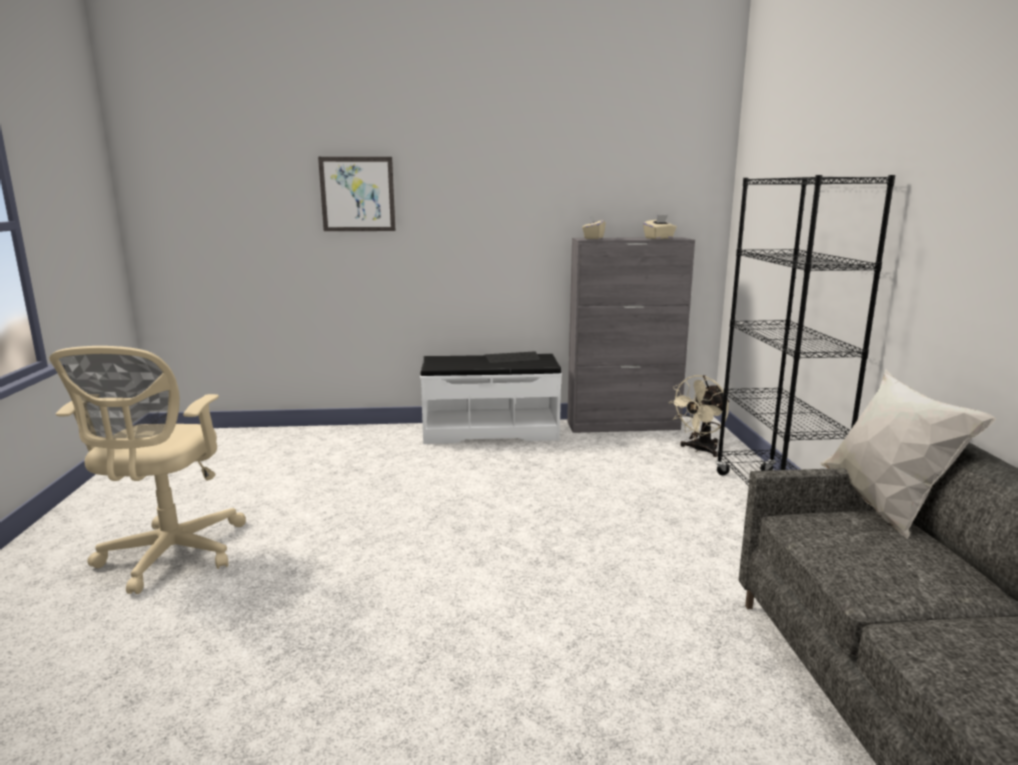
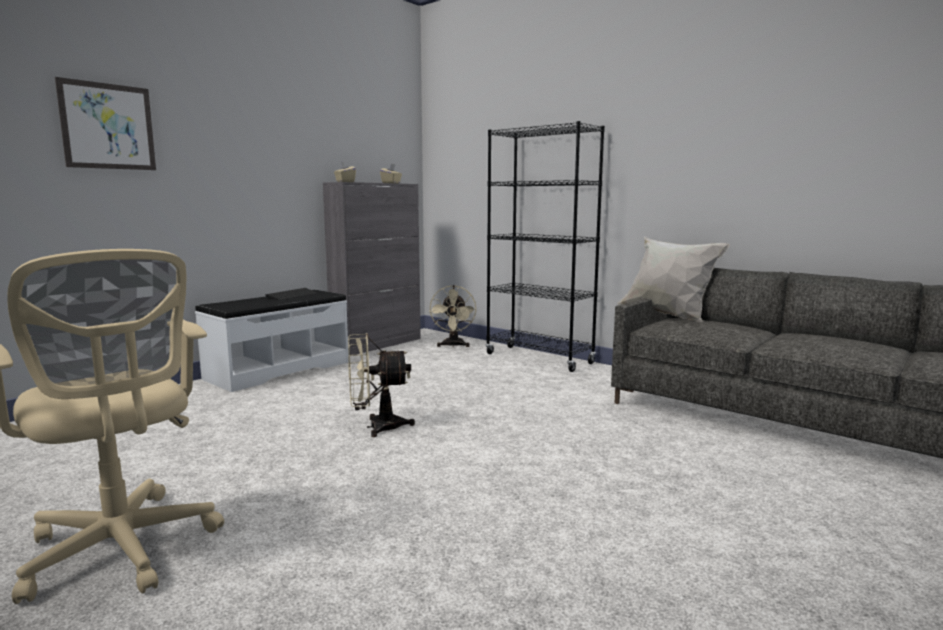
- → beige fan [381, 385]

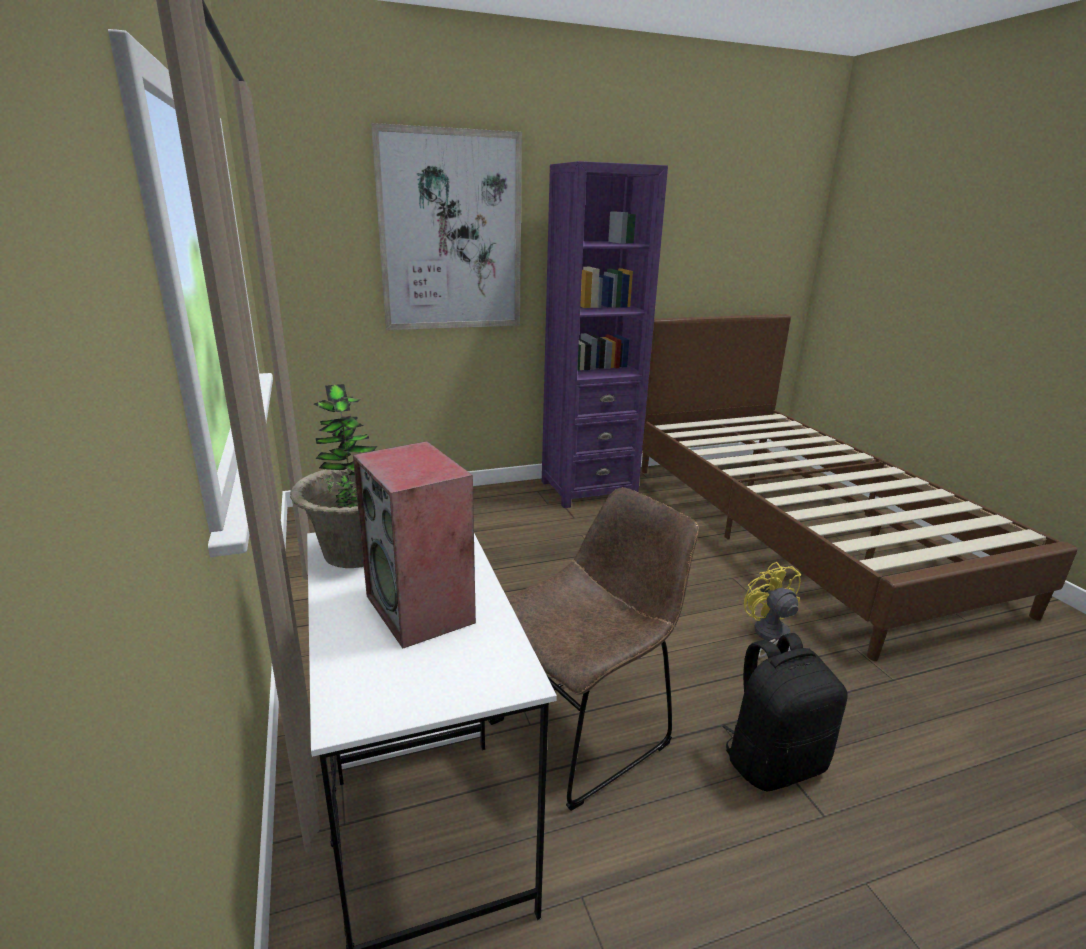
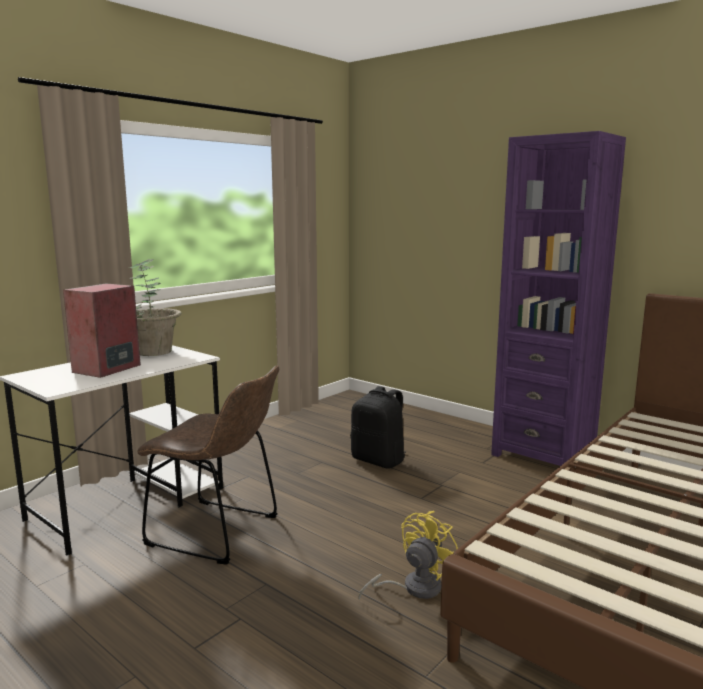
picture [446, 226] → -
black backpack [785, 712] → black backpack [378, 427], moved

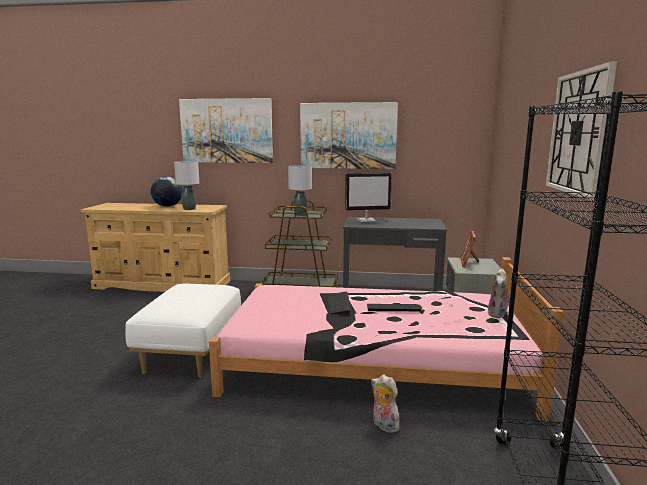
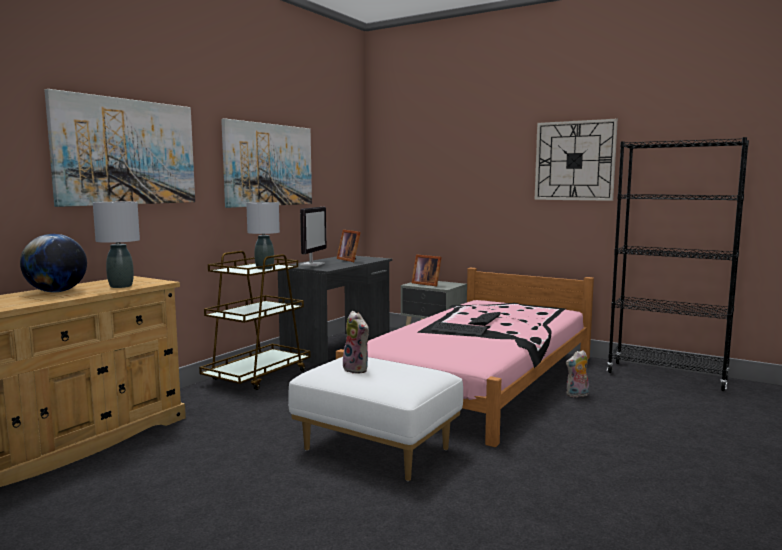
plush toy [499, 293] → plush toy [356, 342], moved
- → picture frame [348, 246]

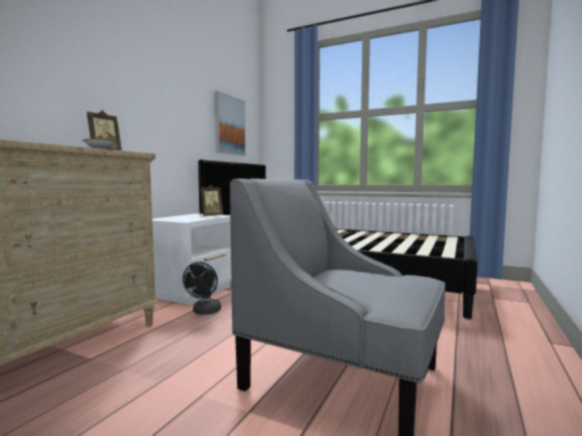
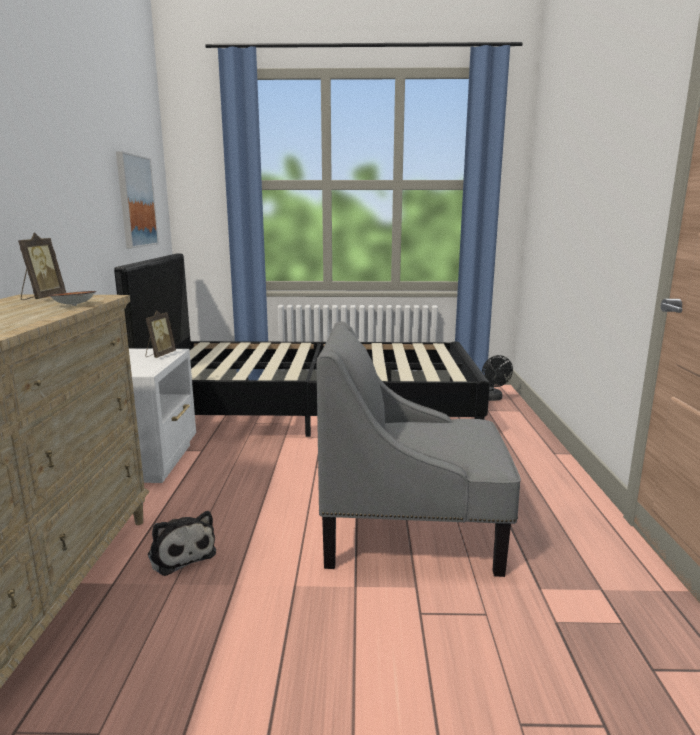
black fan [202, 288] → black fan [497, 378], moved
- → plush toy [182, 543]

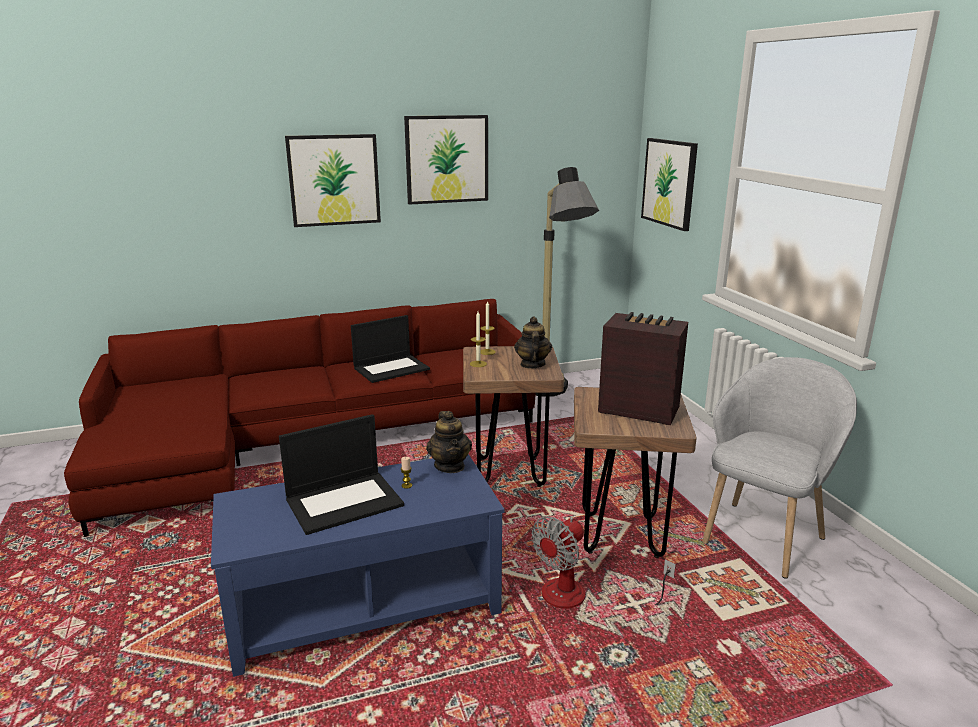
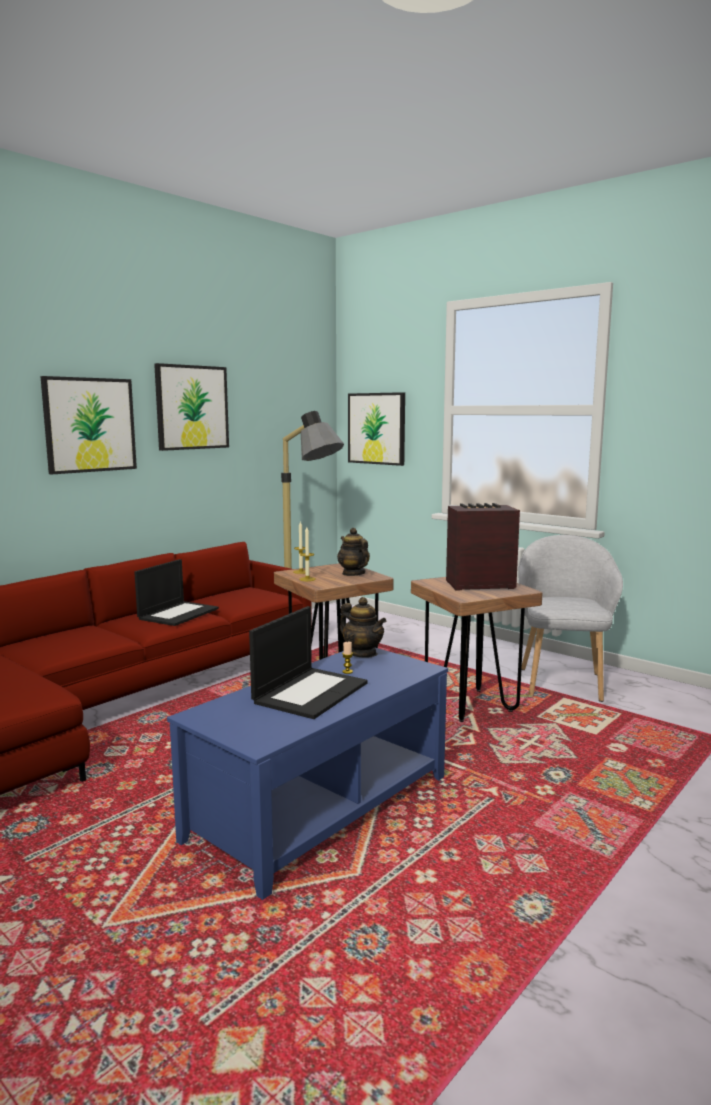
fan [603, 563] → -

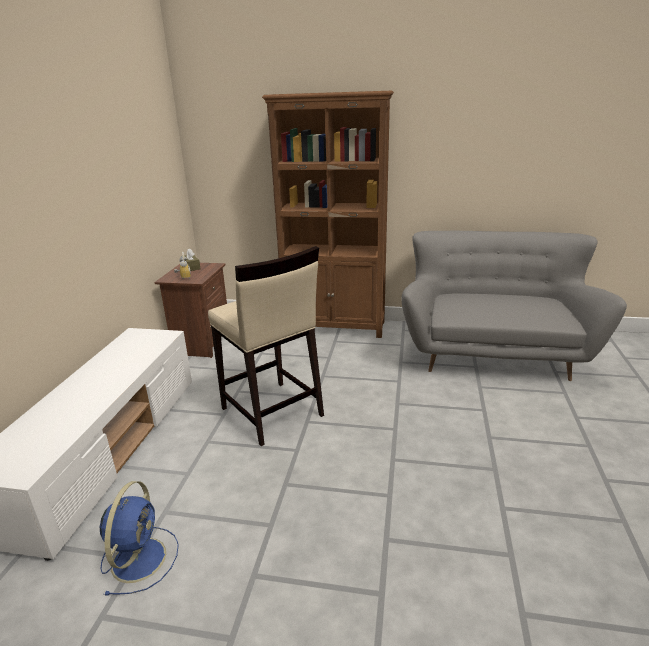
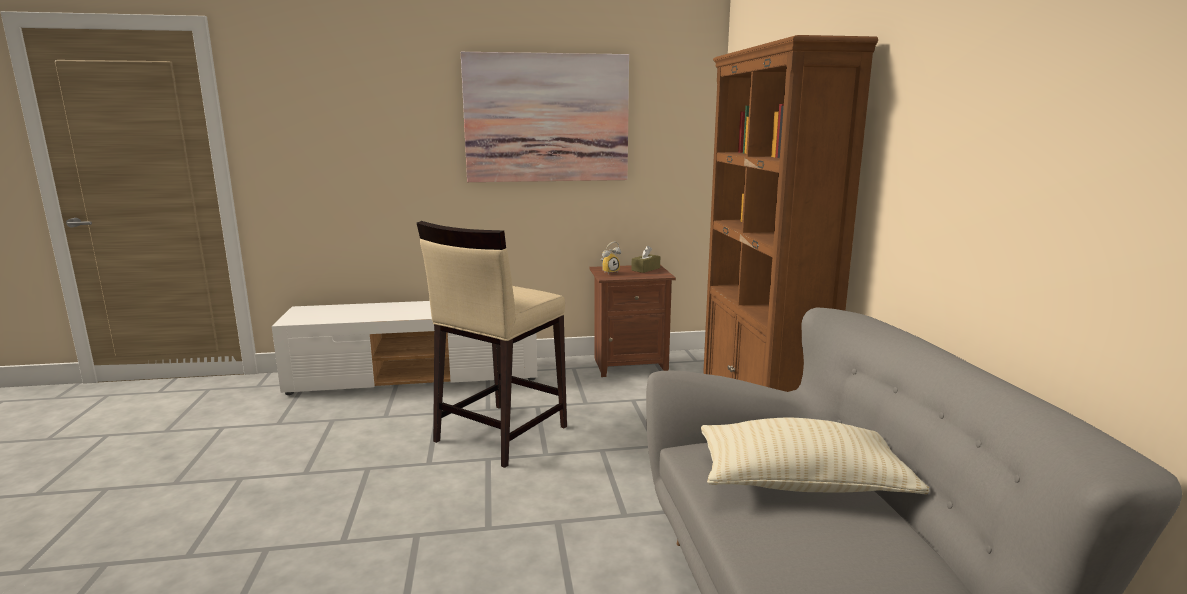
blue fan [139, 538] → -
- → picture [545, 117]
- → beige pillow [815, 455]

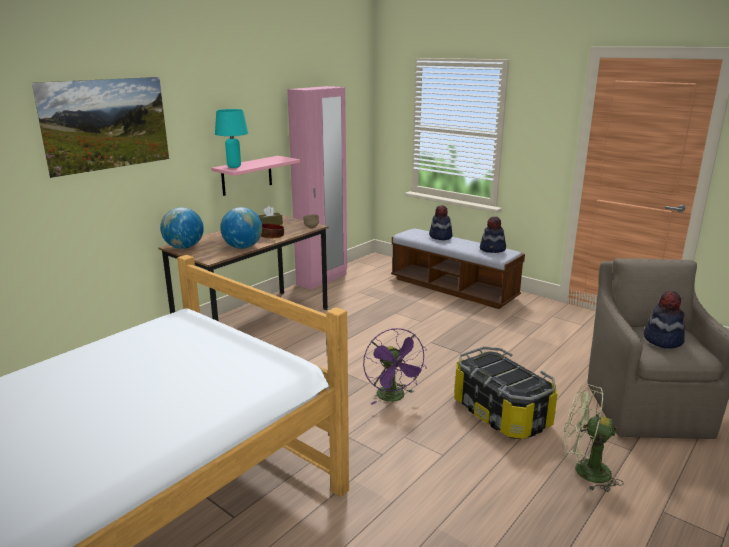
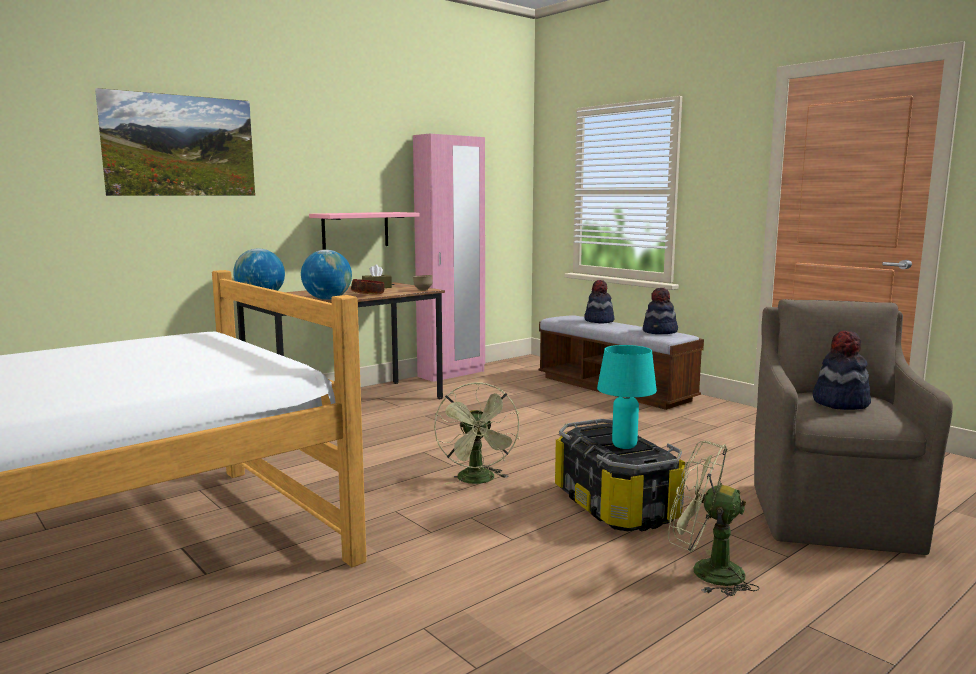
turquoise table lamp [231, 138] → turquoise table lamp [627, 397], moved
purple fan [395, 366] → green fan [477, 433]

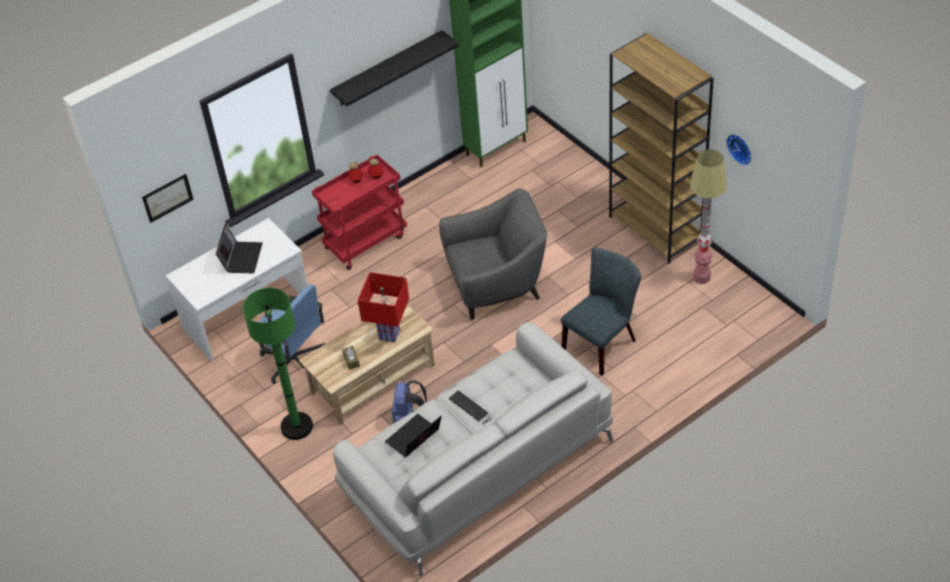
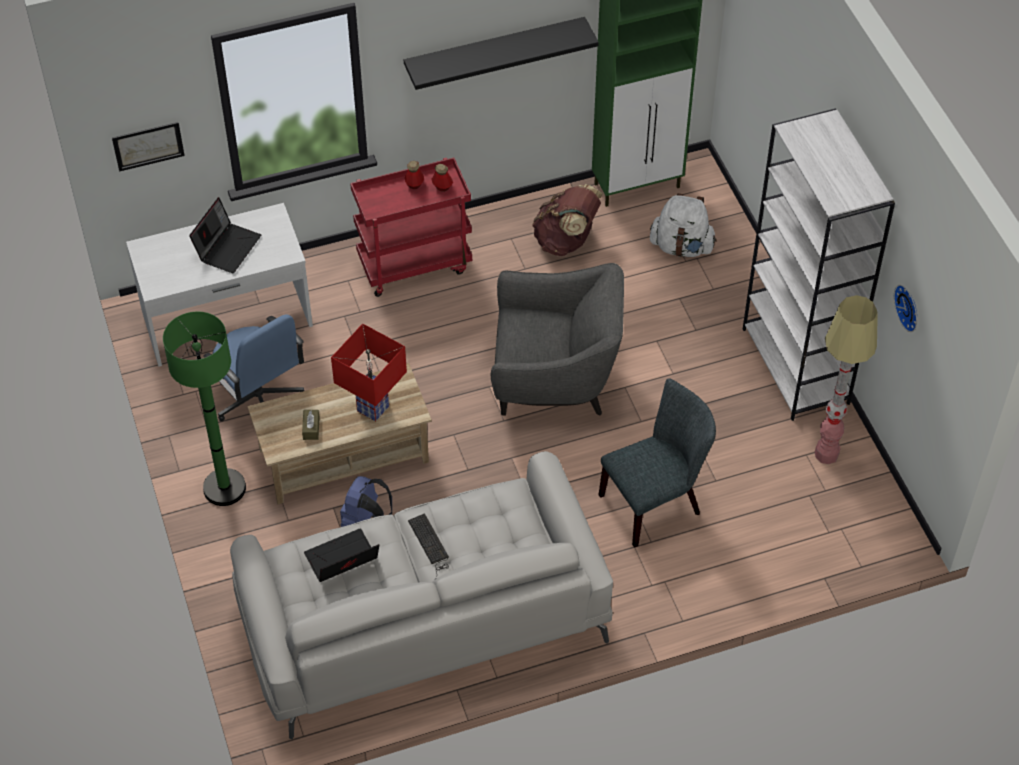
brown bookcase [661, 148] → white bookcase [819, 264]
- → brown backpack [567, 220]
- → white backpack [683, 225]

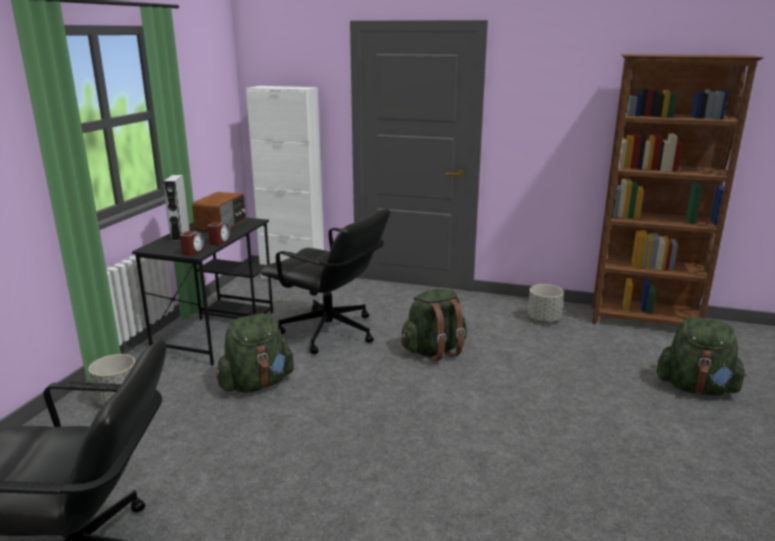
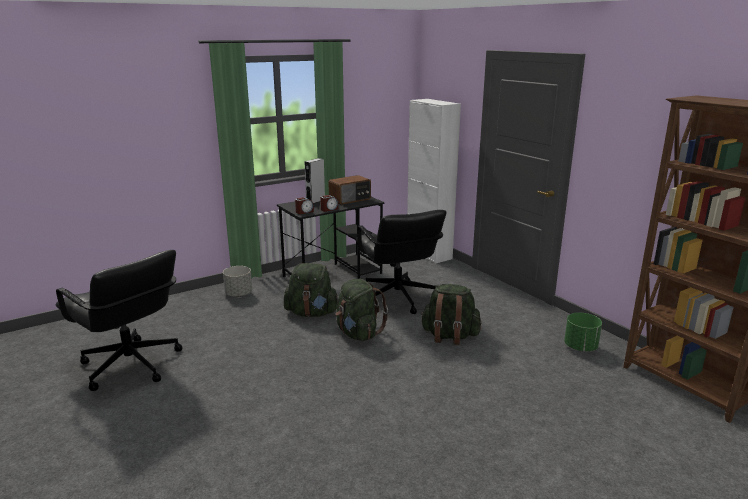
grey planter [546, 303] → green planter [583, 332]
green backpack [702, 356] → green backpack [361, 310], moved

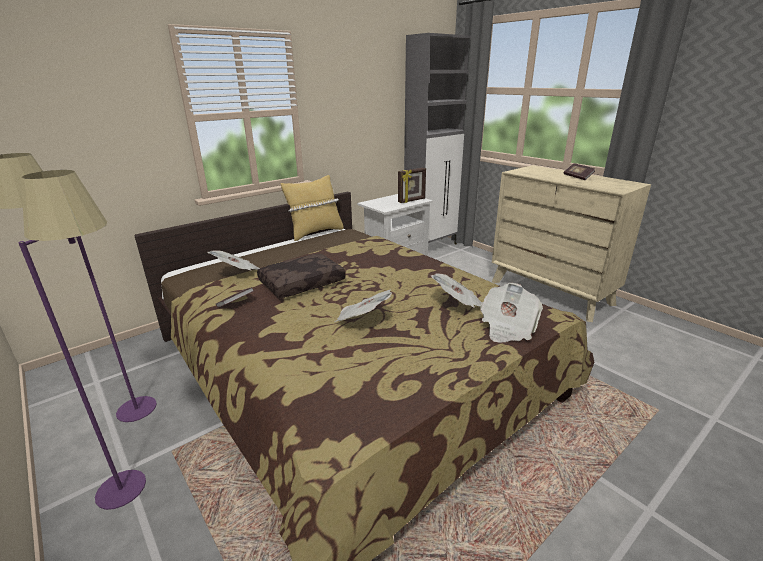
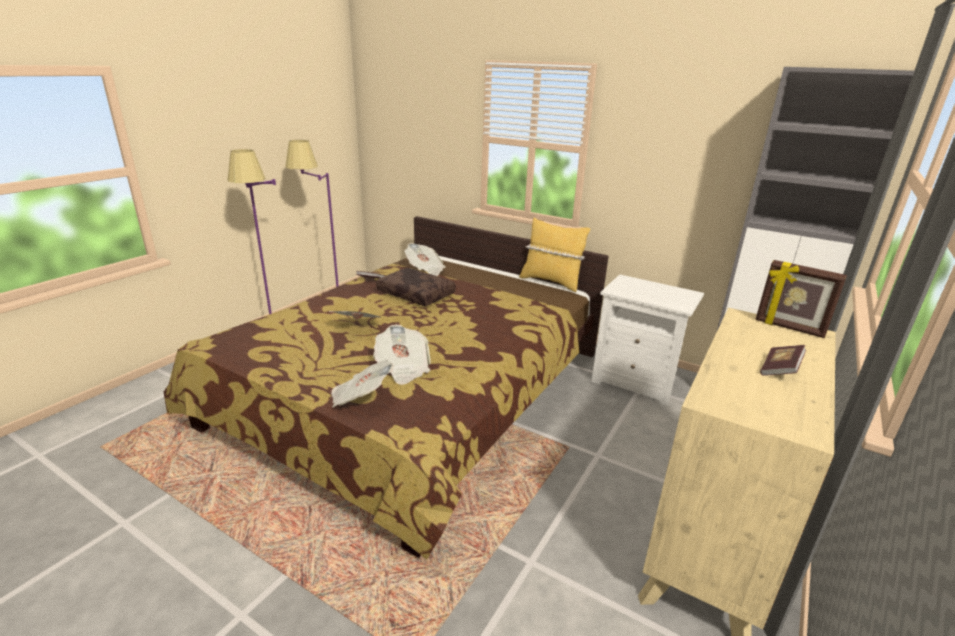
picture frame [412, 185] → picture frame [801, 299], moved

